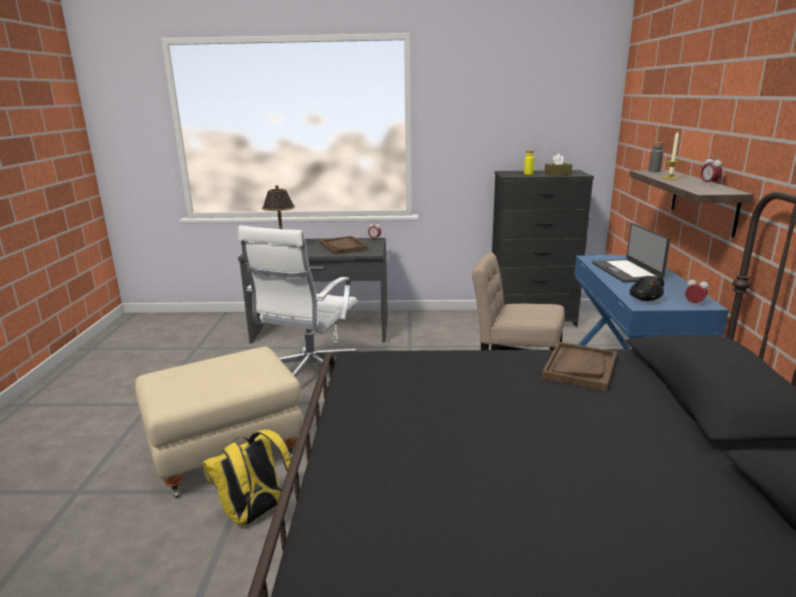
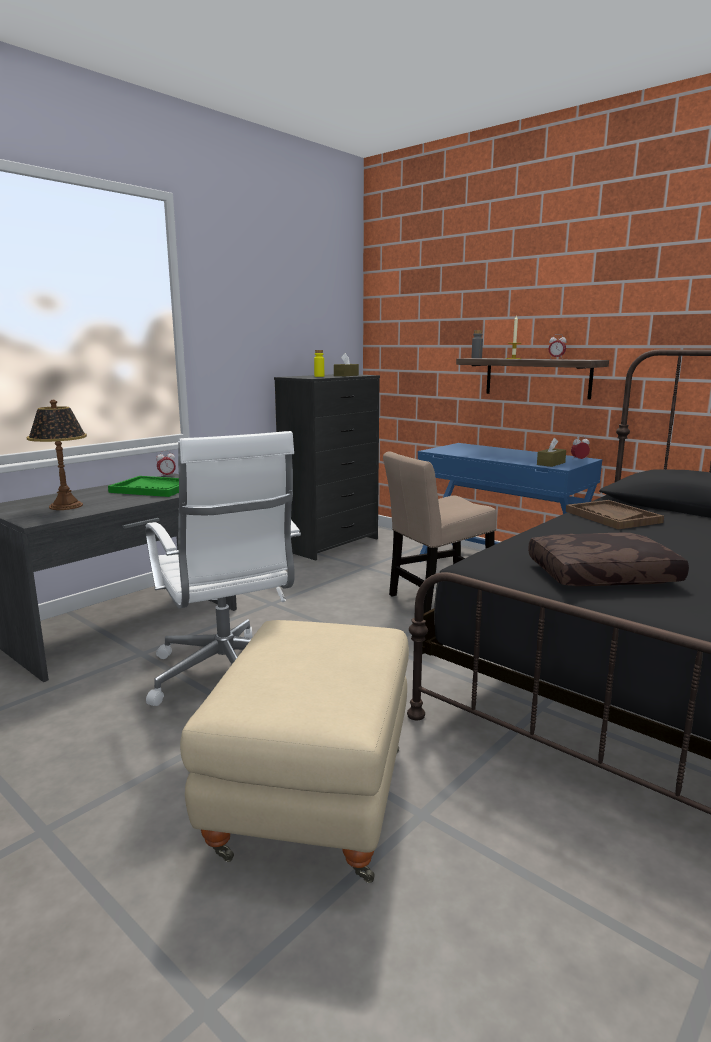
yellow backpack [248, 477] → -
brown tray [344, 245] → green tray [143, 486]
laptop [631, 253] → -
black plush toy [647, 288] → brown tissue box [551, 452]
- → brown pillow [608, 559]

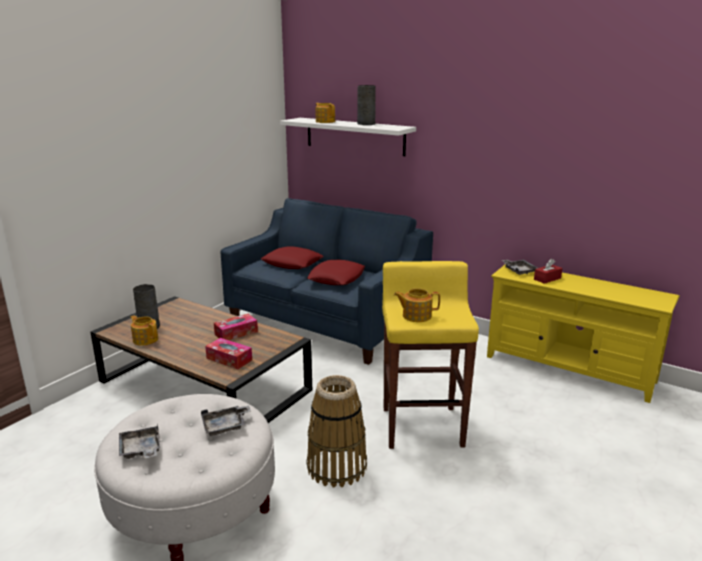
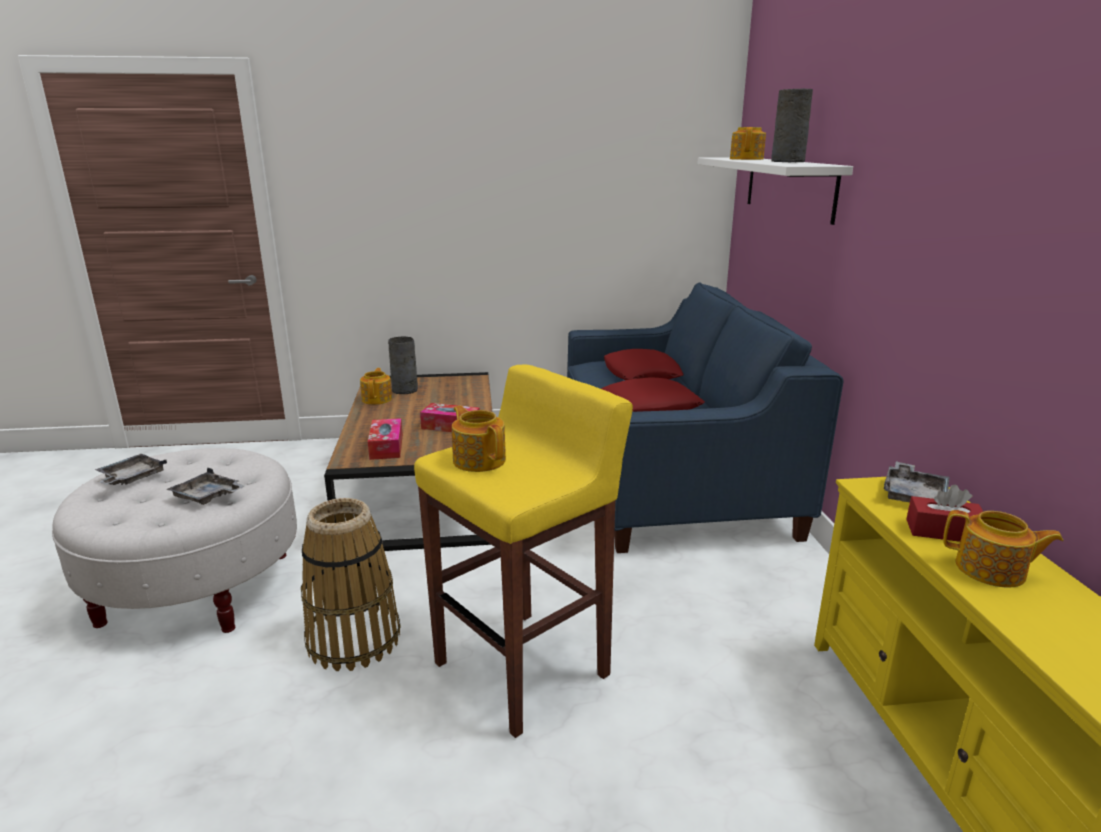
- → teapot [1003, 549]

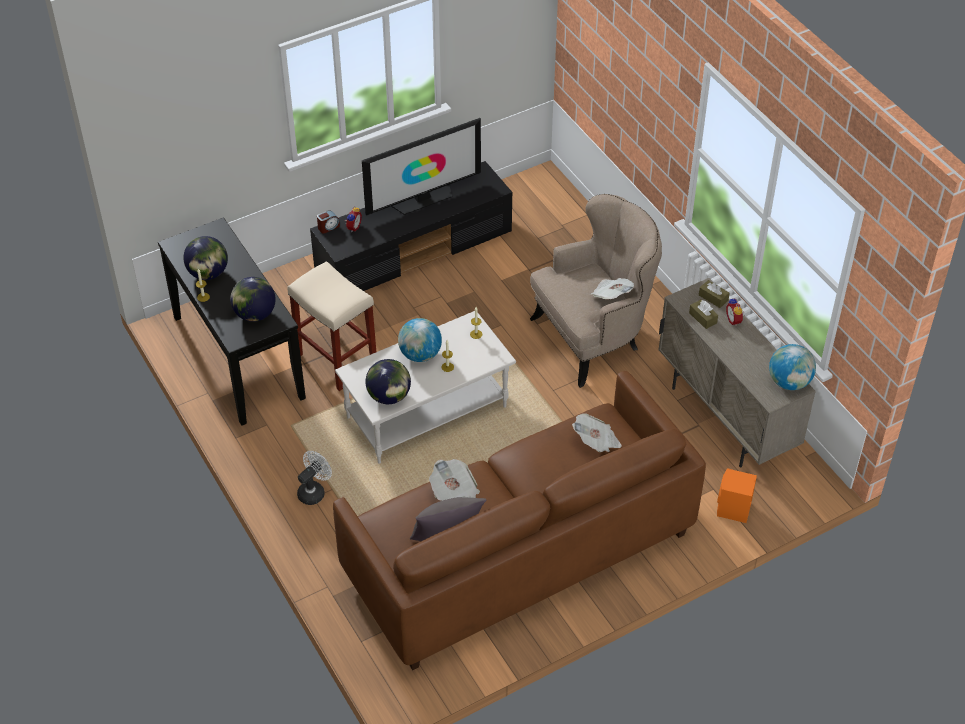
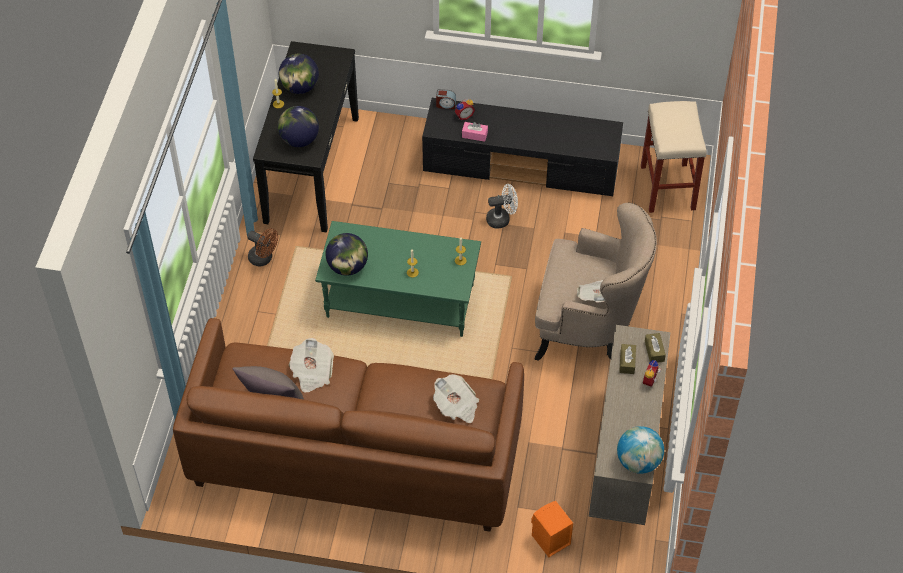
beige stool [332, 326] → beige stool [674, 157], moved
white fan [314, 478] → white fan [502, 206], moved
white coffee table [425, 387] → green coffee table [398, 279]
television [421, 166] → -
globe [420, 340] → -
- → brown fan [262, 247]
- → pink tissue box [475, 132]

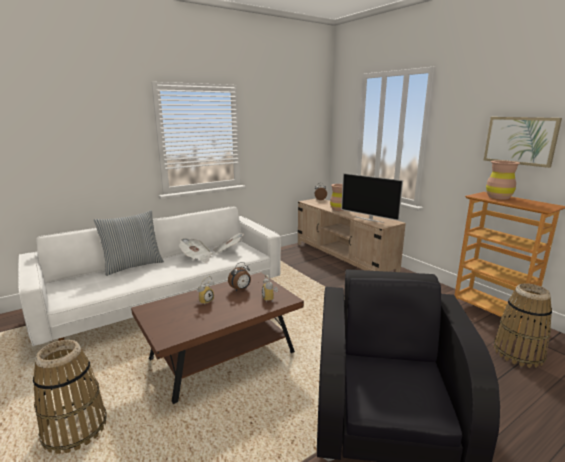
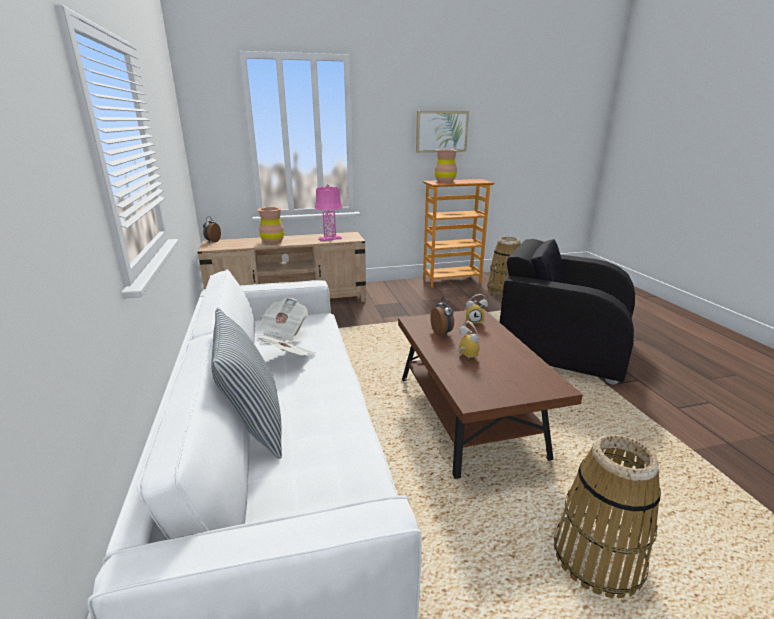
television [372, 198] → pink table lamp [329, 212]

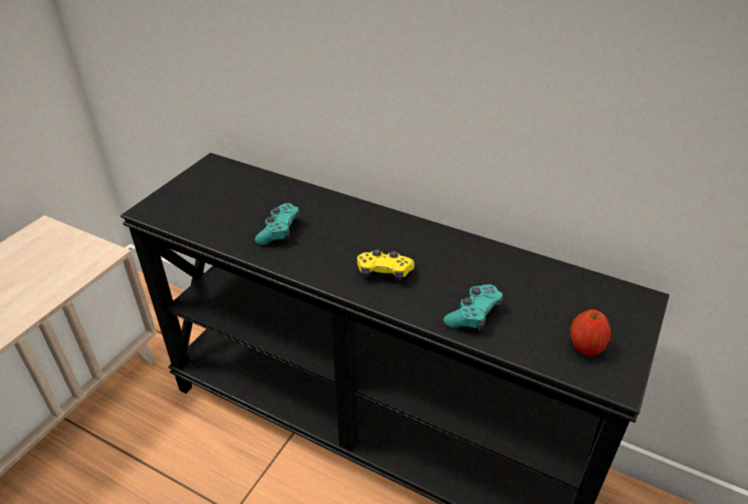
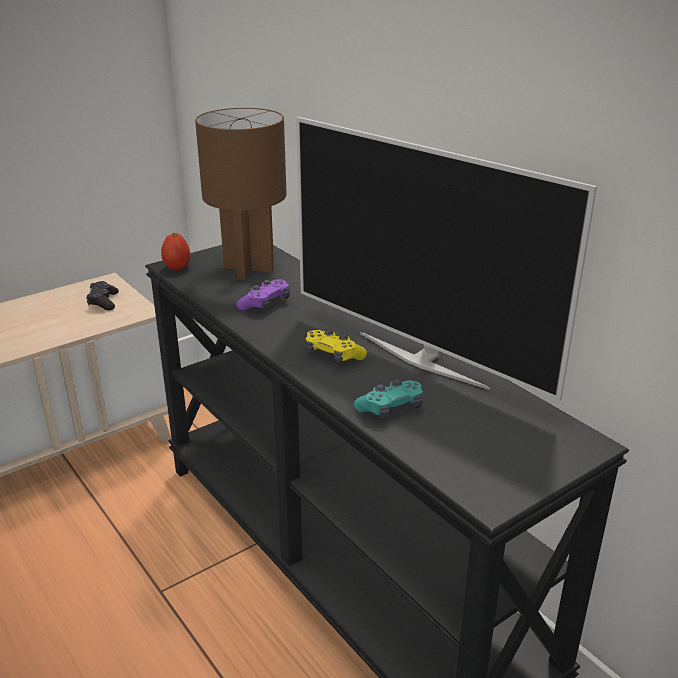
turquoise game controller [277, 224] → purple game controller [263, 295]
apple [590, 333] → apple [176, 252], moved
- → black game controller [102, 295]
- → brown table lamp [241, 194]
- → television [446, 259]

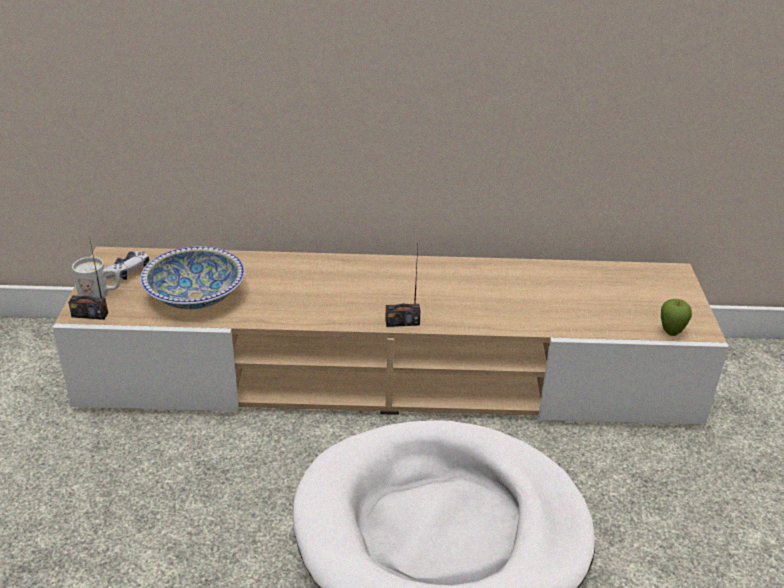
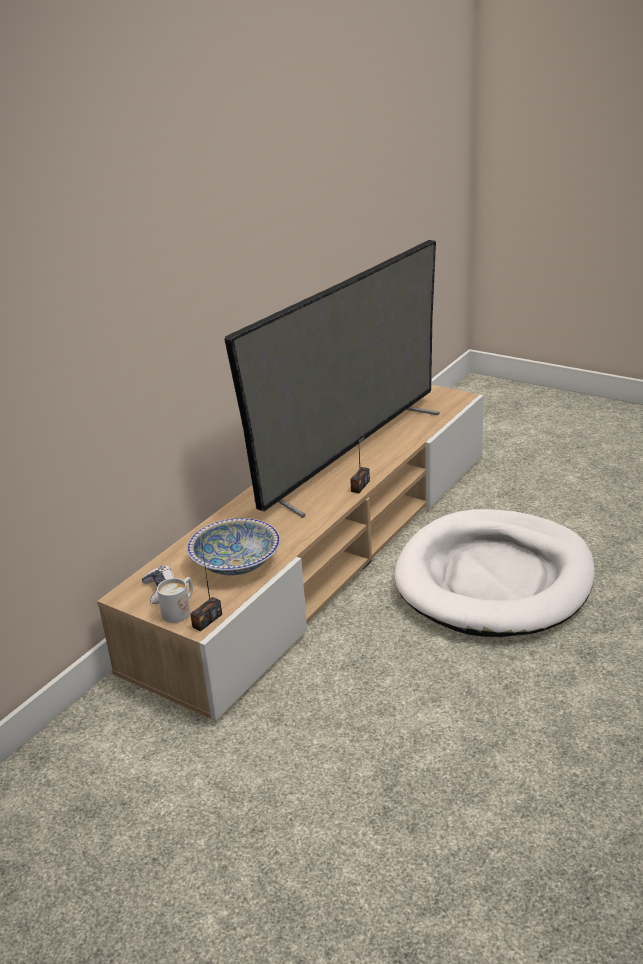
apple [676, 317] → -
- → television [332, 379]

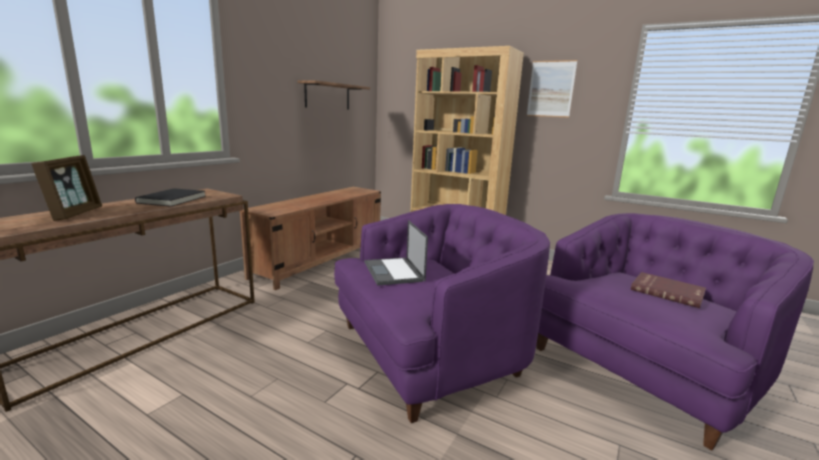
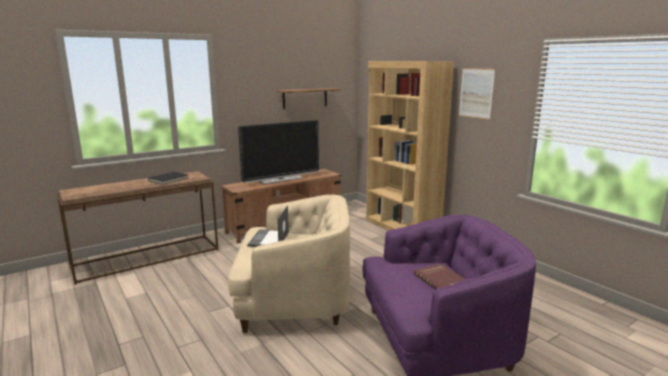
picture frame [66, 188] → -
purple armchair [442, 313] → beige armchair [289, 264]
- → television [278, 152]

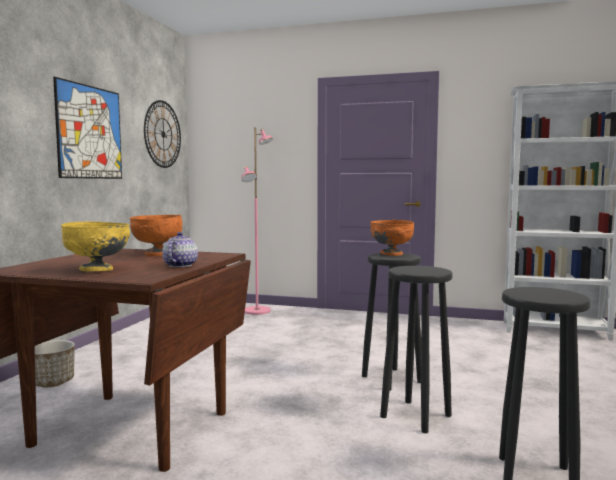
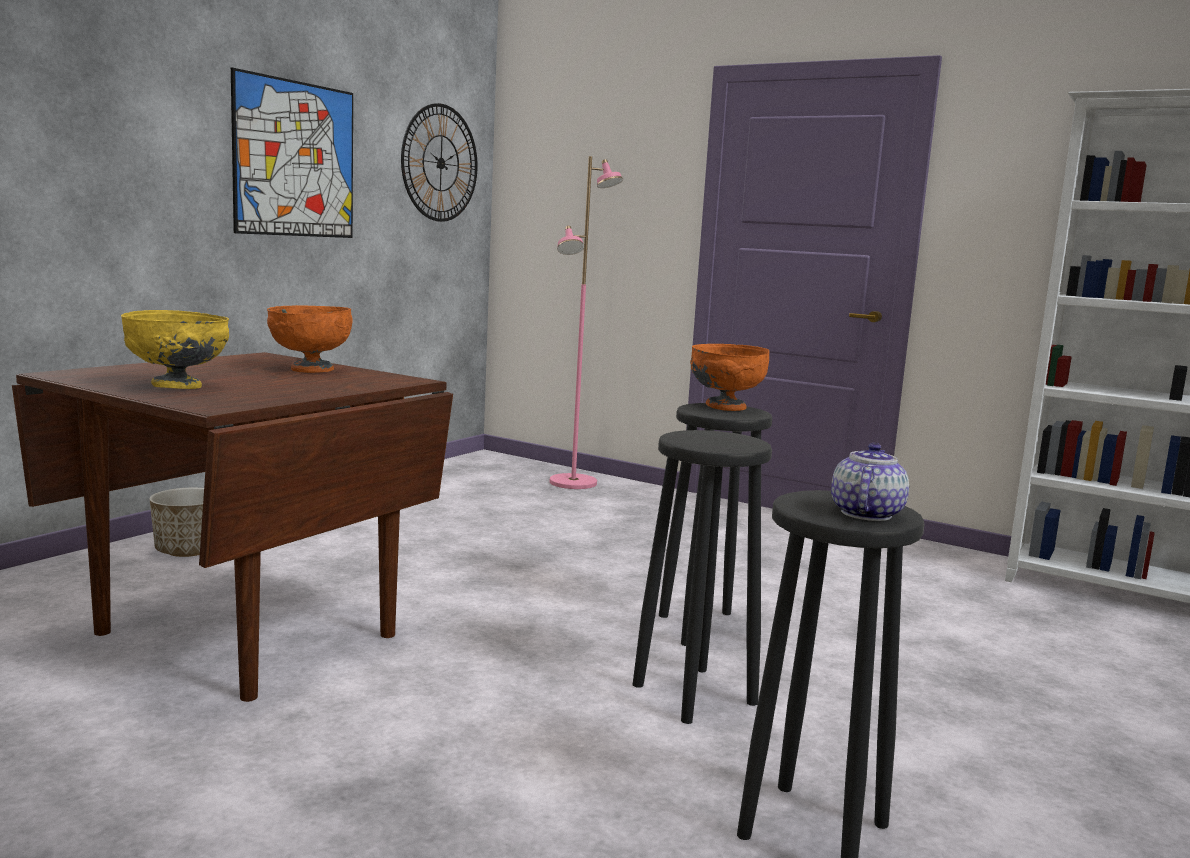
teapot [180, 249] → teapot [870, 482], moved

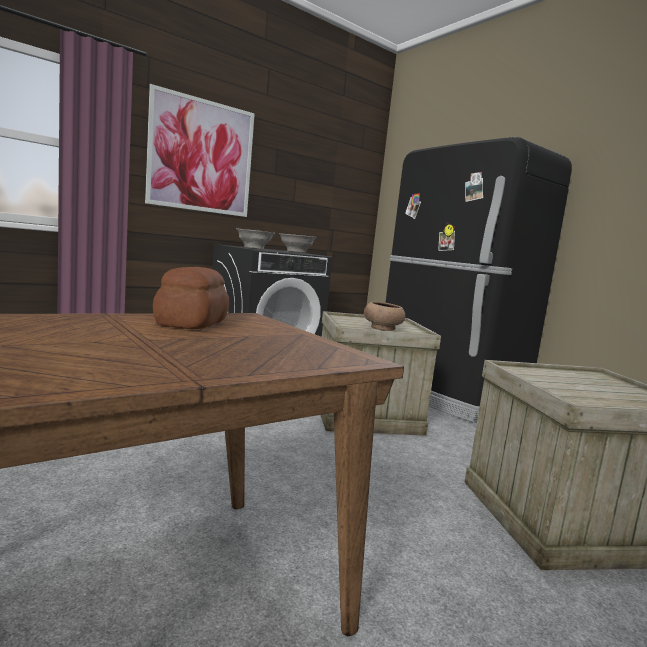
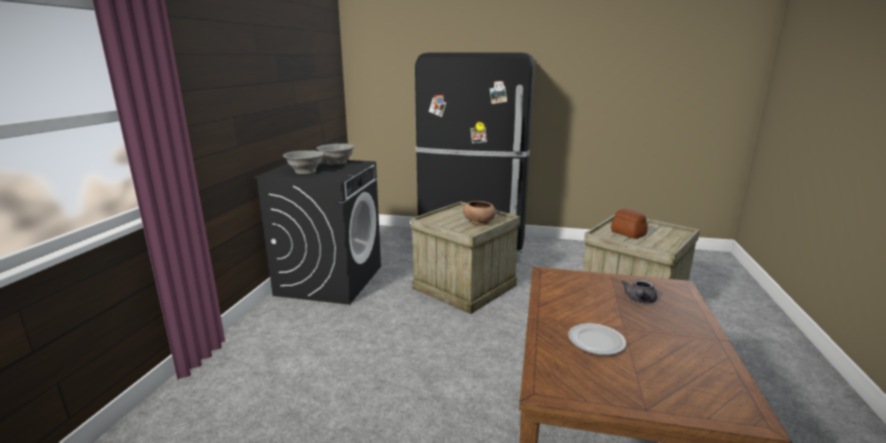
picture [200, 150] → -
bread [191, 298] → bread [629, 224], moved
- → plate [597, 339]
- → grey teapot [639, 291]

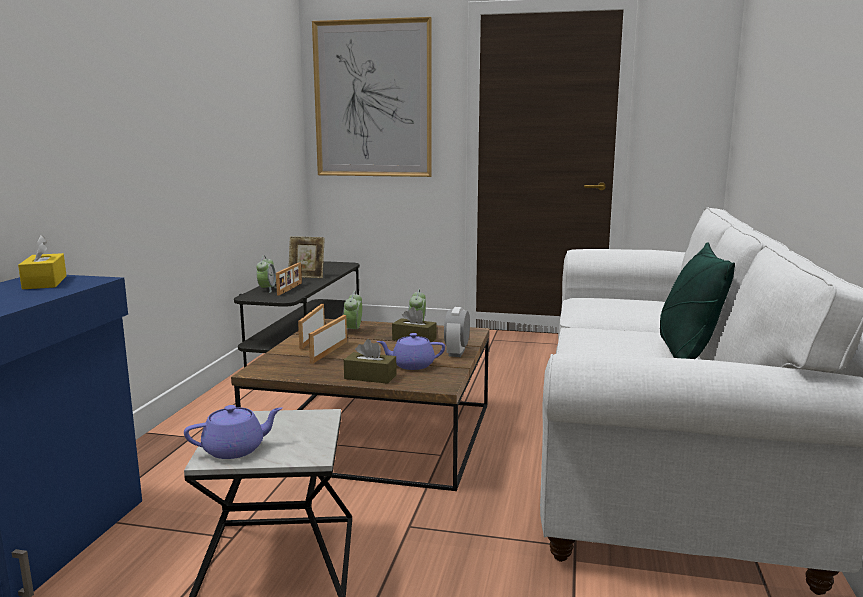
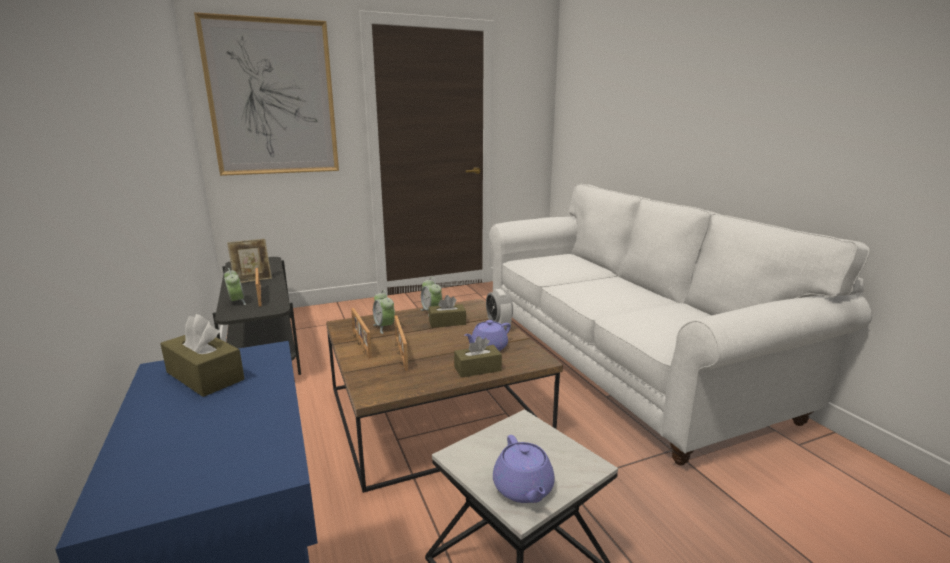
yellow tissue box [42, 262] → brown tissue box [202, 355]
purple teapot [233, 432] → purple teapot [523, 469], 135 degrees clockwise
green pillow [697, 301] → -

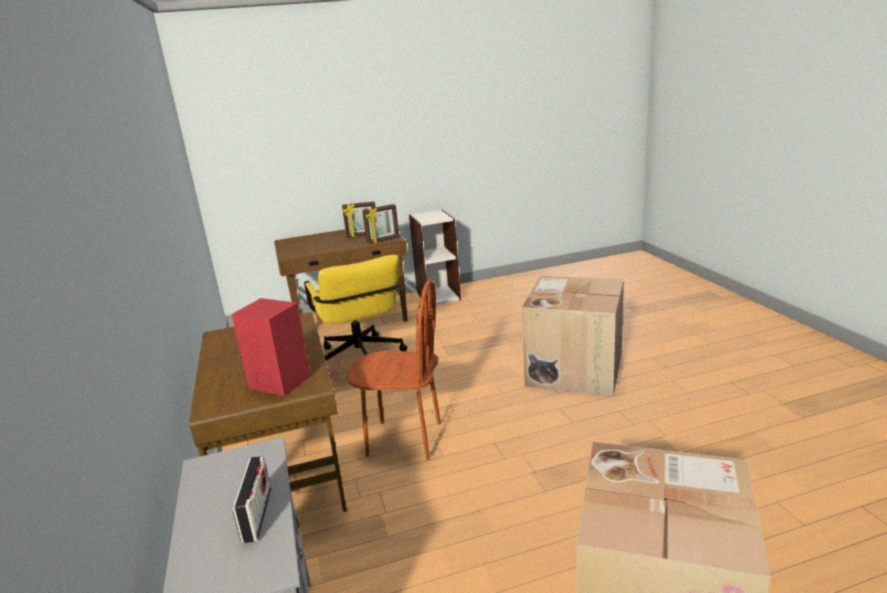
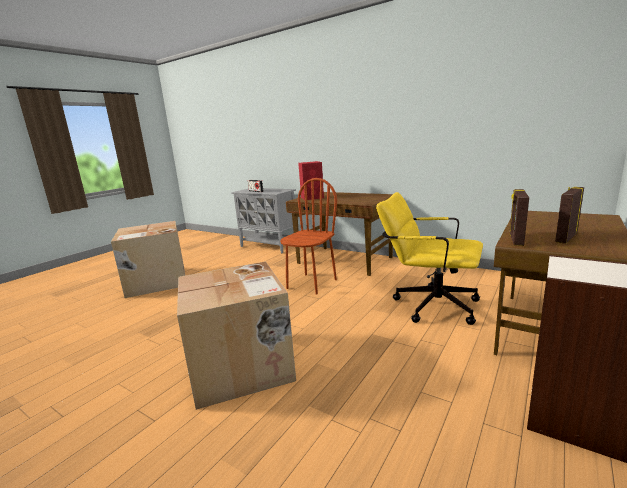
brown chair [394, 370] → brown chair [308, 236], 150 degrees clockwise

